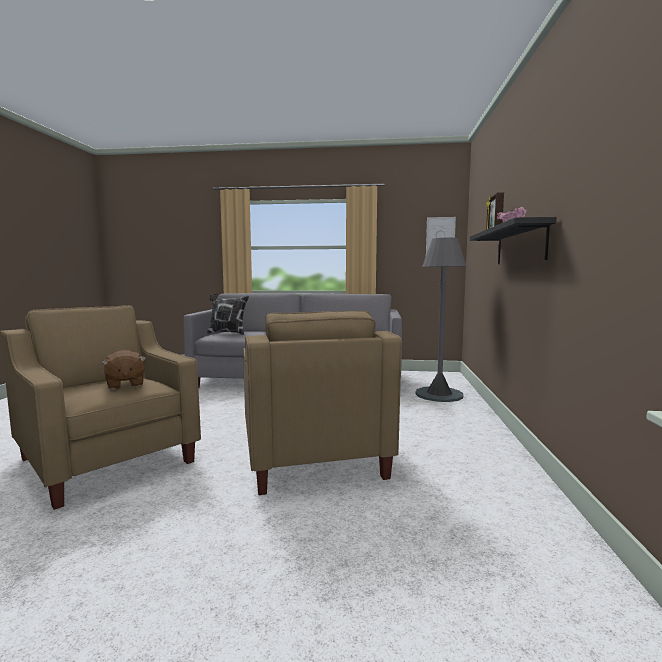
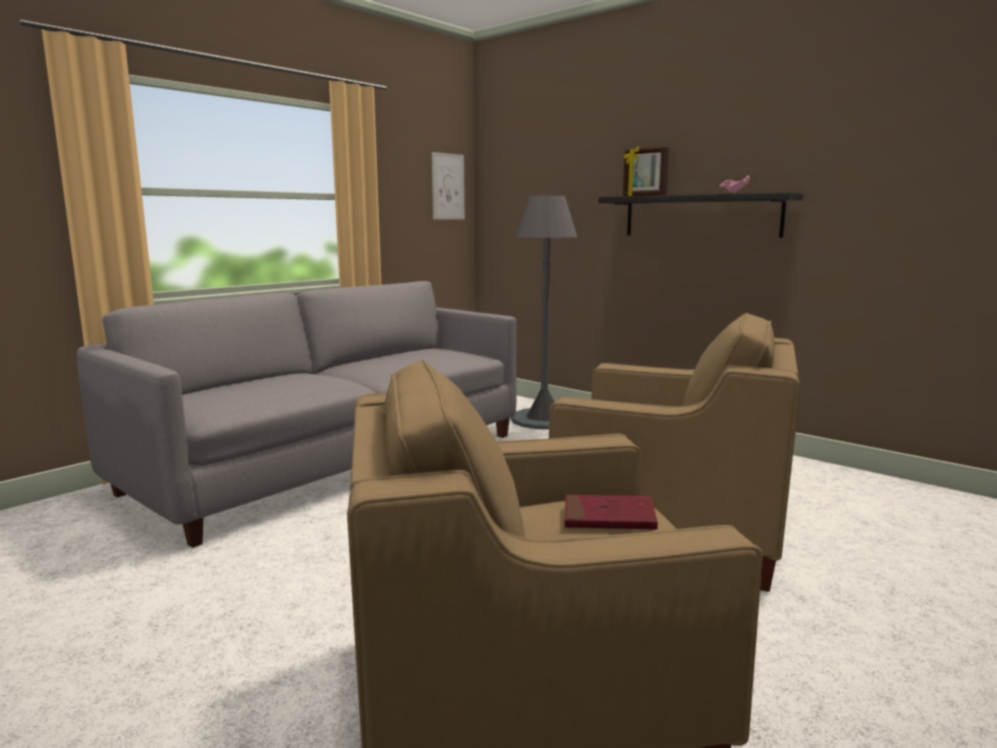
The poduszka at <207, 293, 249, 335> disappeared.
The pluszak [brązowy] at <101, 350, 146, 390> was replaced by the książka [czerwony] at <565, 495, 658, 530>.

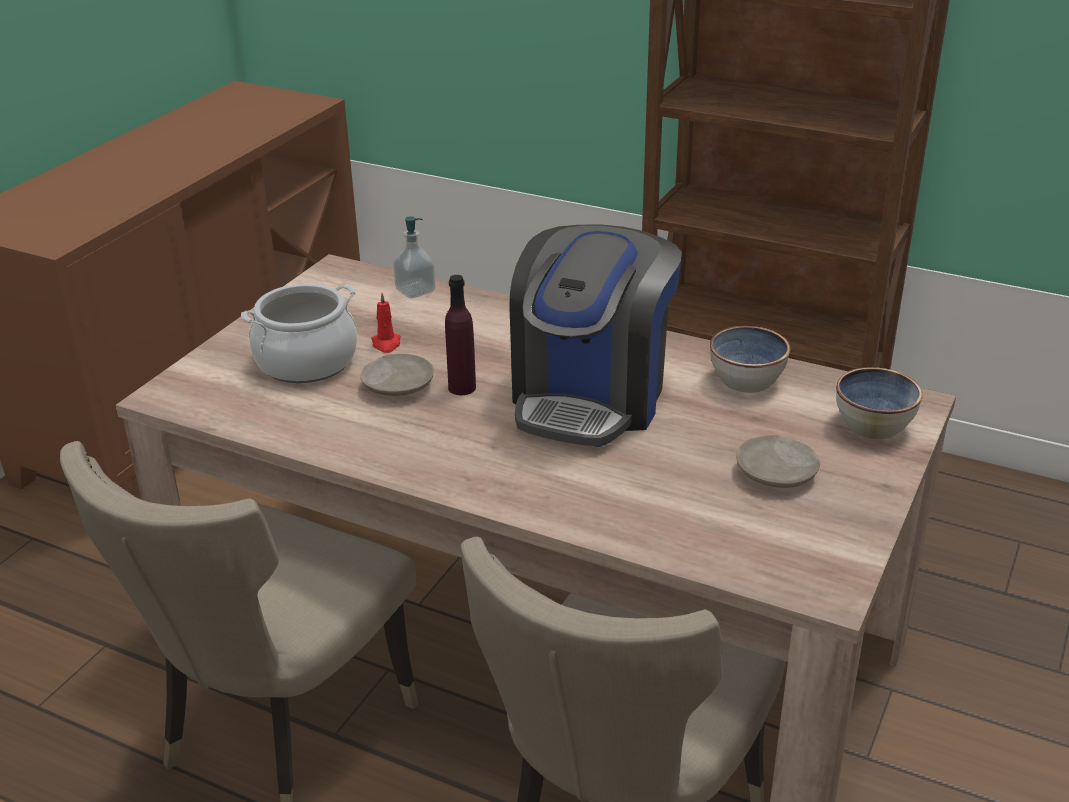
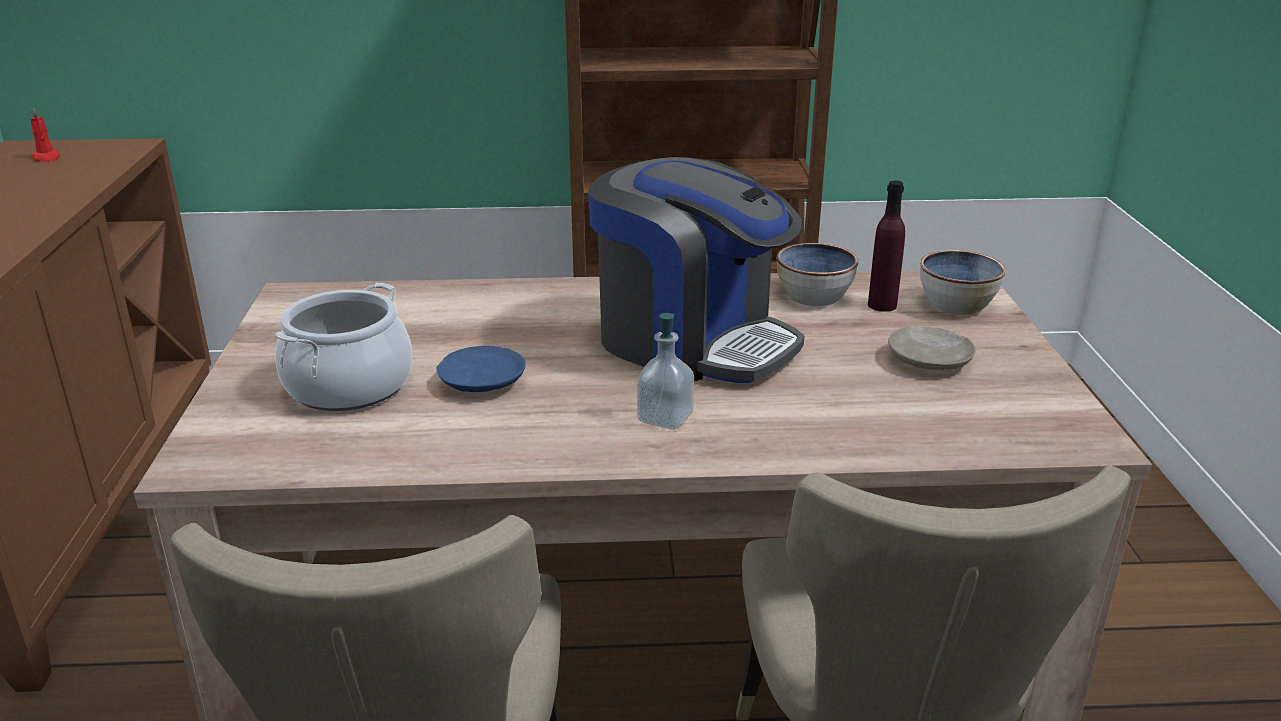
The świeca [czerwony] moved from <371, 293, 401, 353> to <30, 107, 60, 162>.
The dozownik mydła moved from <393, 216, 435, 298> to <637, 313, 694, 430>.
The butelka [fioletowy] moved from <445, 275, 476, 395> to <868, 180, 905, 312>.
The talerz [beżowy] at <360, 354, 434, 396> became the talerz [niebieski] at <436, 346, 526, 392>.
The ekspres do kawy at <509, 224, 682, 447> turned 45 degrees counterclockwise.

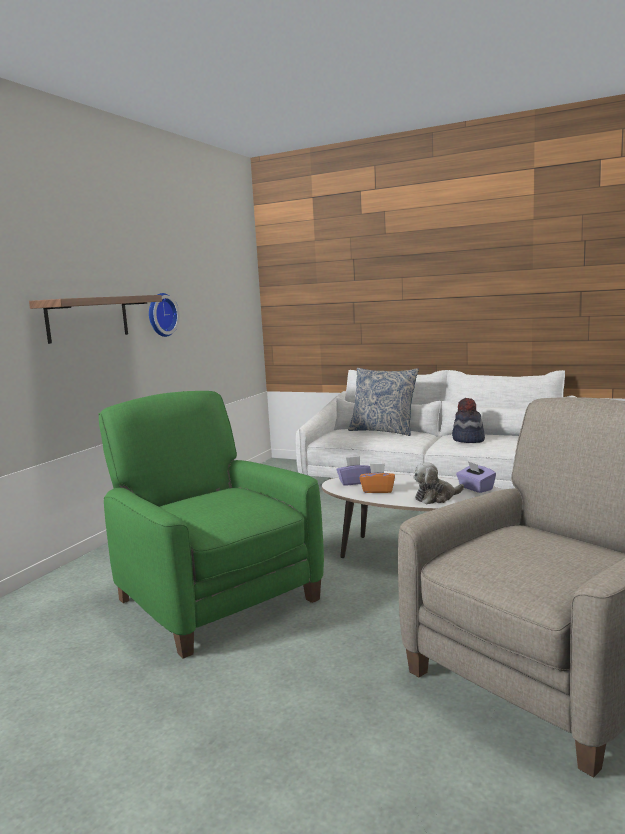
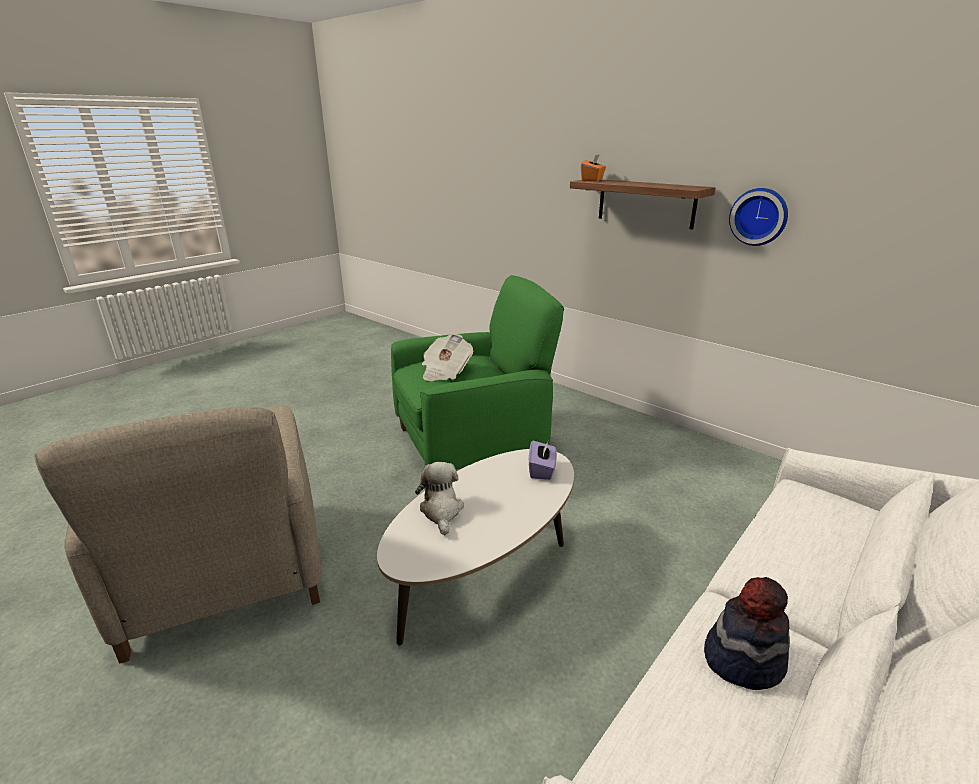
The poduszka at <348, 368, 419, 436> disappeared.
The pudełko chusteczek [fioletowy] at <456, 461, 496, 493> disappeared.
The gazeta at <422, 334, 473, 381> appeared.
The pudełko chusteczek [pomarańczowy] moved from <359, 464, 395, 493> to <581, 155, 606, 181>.

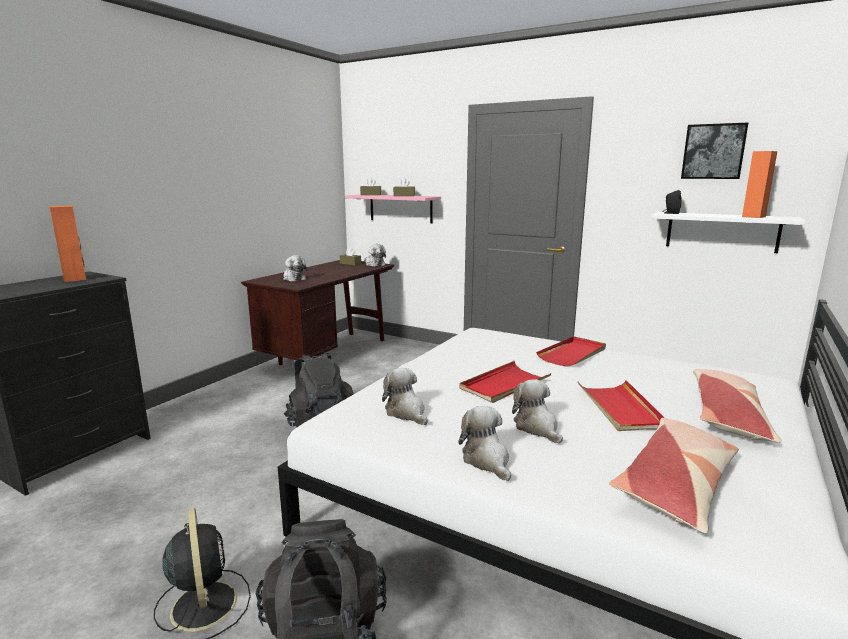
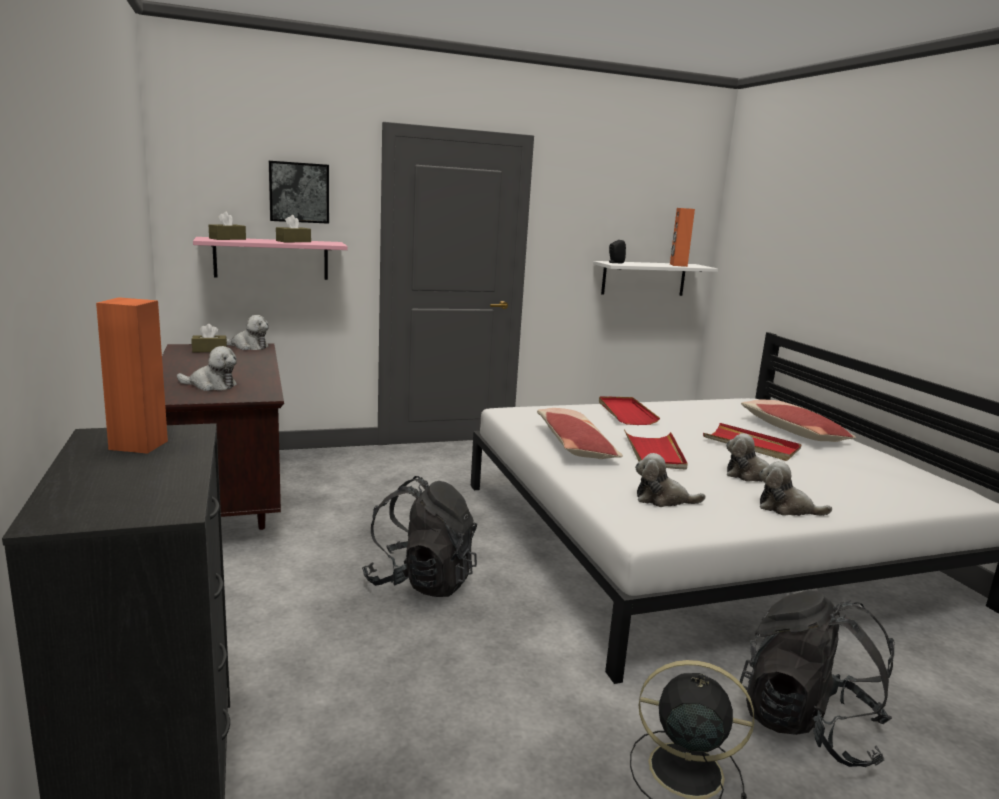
The poduszka moved from <609, 418, 739, 533> to <537, 408, 623, 459>.
The obraz moved from <681, 122, 749, 179> to <269, 161, 329, 224>.

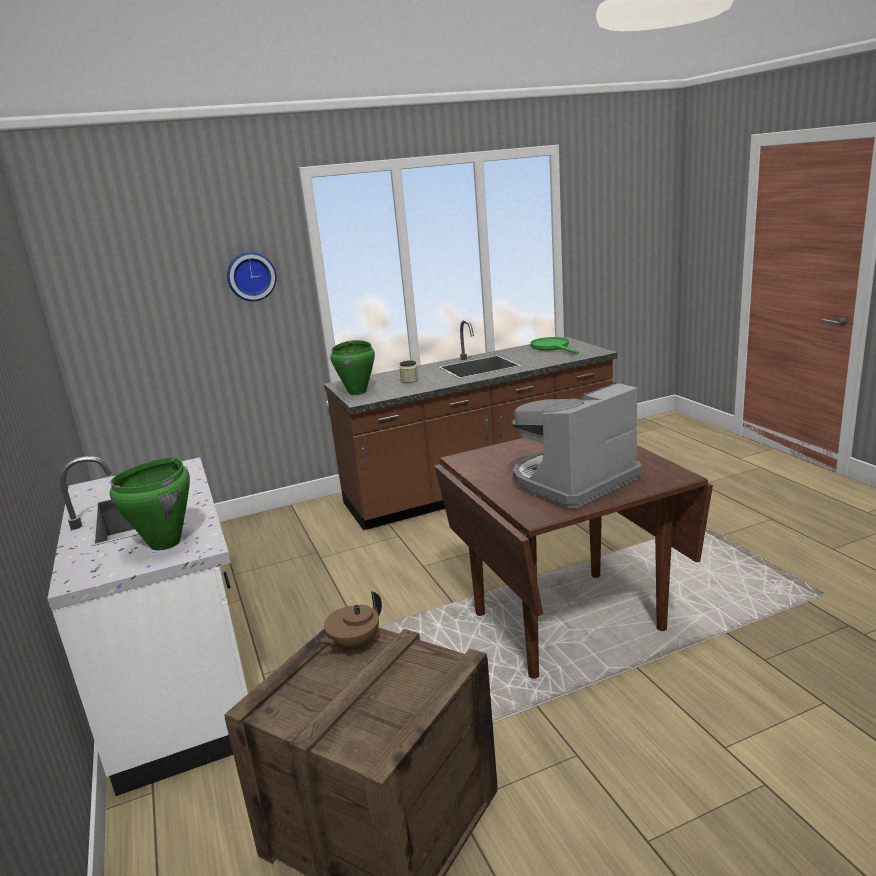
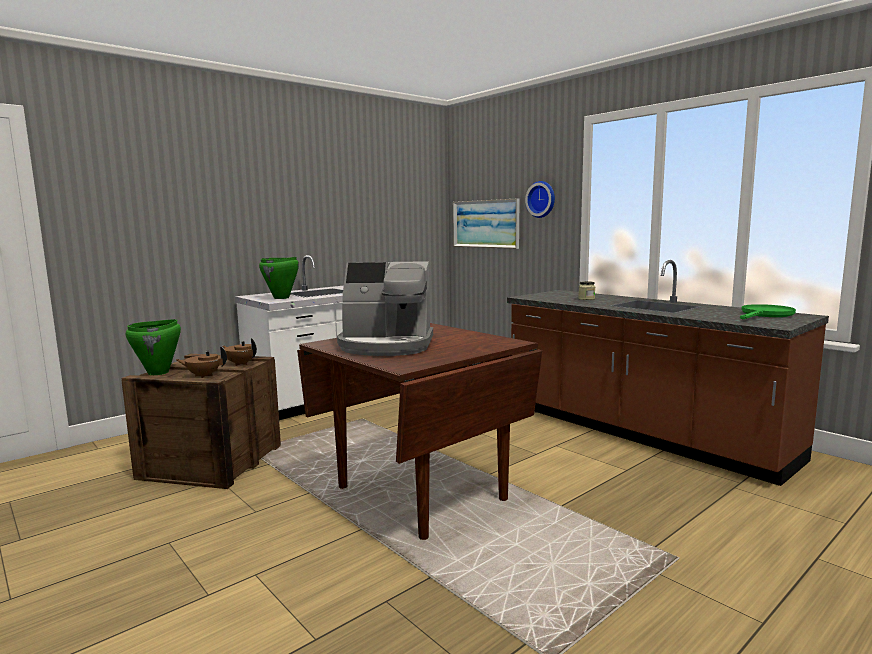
The imbryk [brązowy] at <176, 346, 227, 378> appeared.
The obraz at <453, 198, 519, 249> appeared.
The garnek [zielony] moved from <330, 340, 375, 395> to <126, 319, 181, 375>.
The ekspres do kawy at <512, 381, 642, 508> turned 150 degrees clockwise.

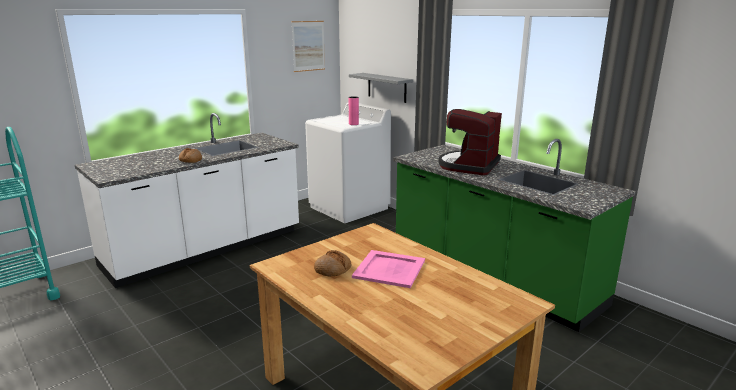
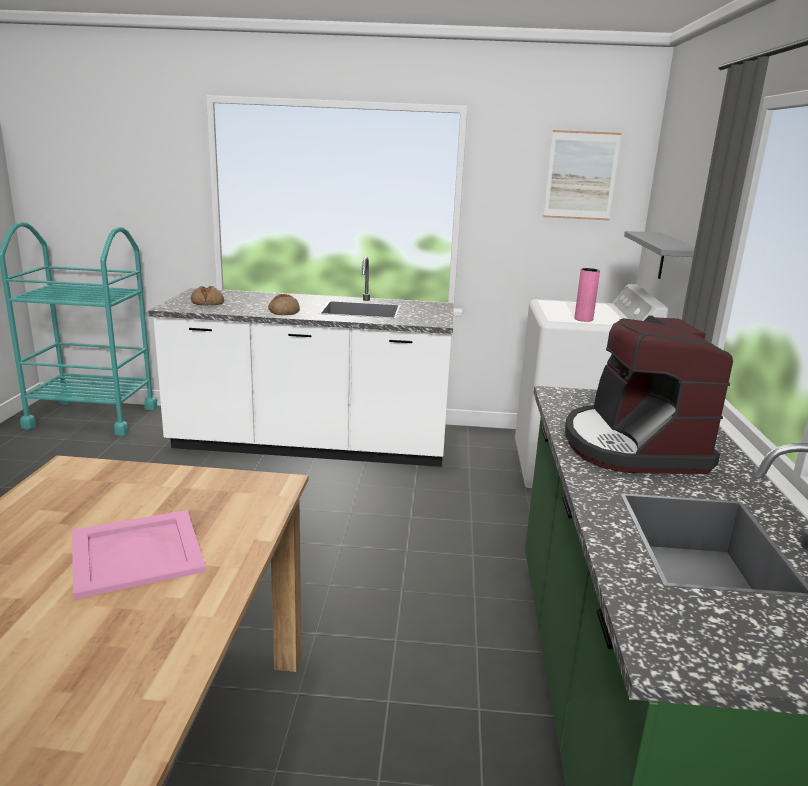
The chleb moved from <314, 250, 351, 276> to <191, 286, 224, 305>.
The ekspres do kawy at <438, 109, 502, 175> turned 75 degrees counterclockwise.

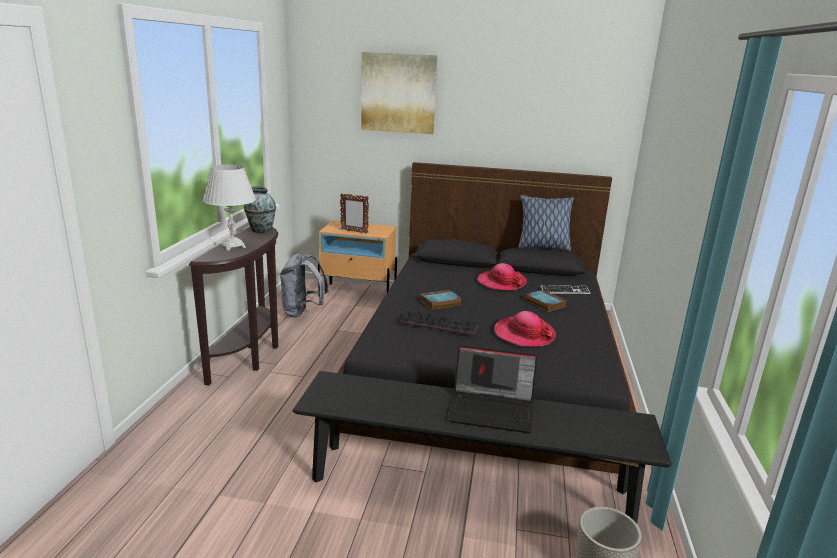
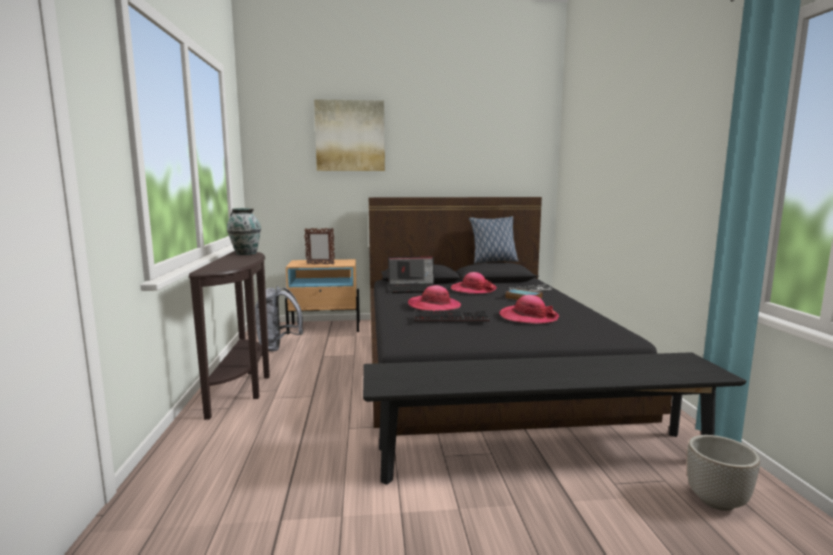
The lampa stołowa [biały] at <202, 165, 256, 251> disappeared.
The laptop moved from <448, 346, 538, 433> to <388, 256, 434, 293>.
The książka at <420, 290, 462, 310> was replaced by the kapelusz at <408, 285, 461, 311>.

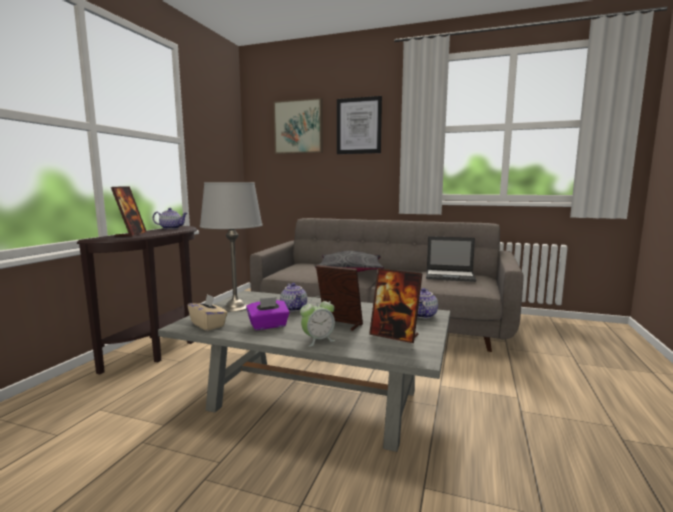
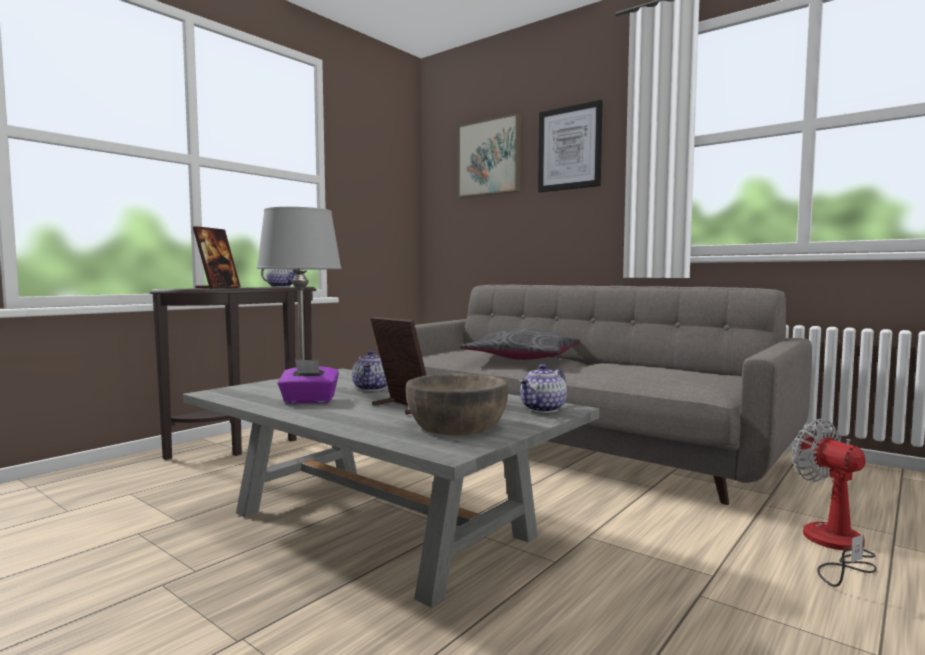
The pudełko chusteczek [beżowy] at <188, 294, 228, 331> disappeared.
The budzik at <300, 297, 336, 347> disappeared.
The laptop at <426, 236, 476, 282> disappeared.
The wentylator at <792, 419, 877, 587> appeared.
The ramka na zdjęcie at <369, 269, 422, 343> was replaced by the miska [brązowy] at <406, 373, 508, 435>.

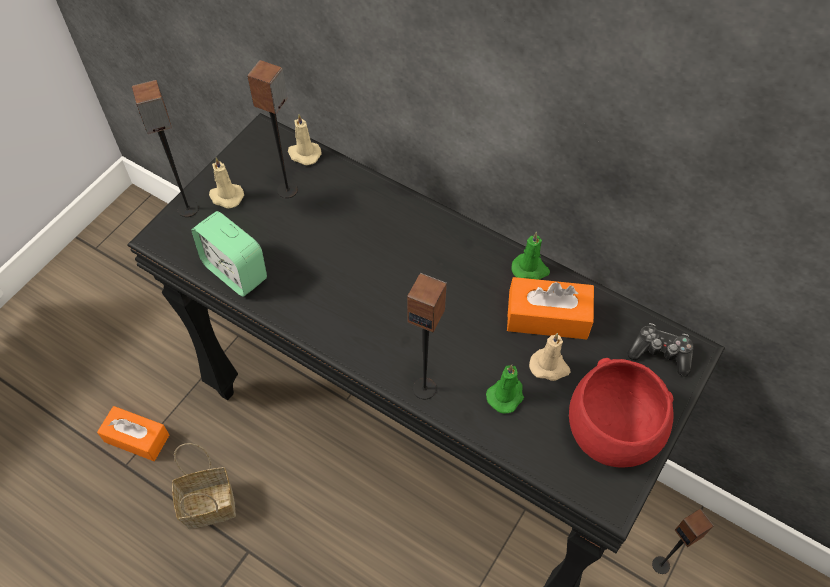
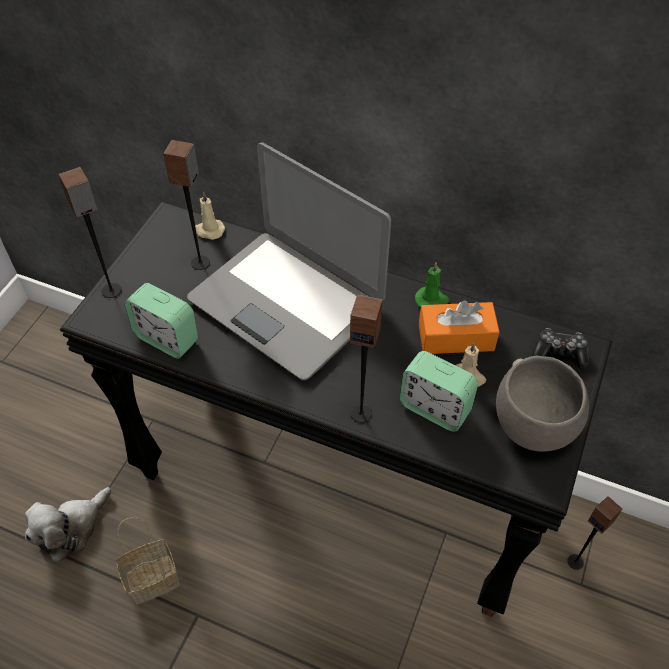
The świeca [beżowy] at <209, 158, 244, 209> disappeared.
The laptop at <187, 142, 391, 380> appeared.
The pudełko chusteczek [pomarańczowy] at <97, 406, 169, 461> was replaced by the pluszak at <25, 487, 112, 562>.
The świeca [zielony] at <486, 365, 524, 414> was replaced by the budzik at <399, 351, 478, 432>.
The miska [czerwony] at <569, 358, 674, 467> became the miska [szary] at <496, 356, 589, 452>.

